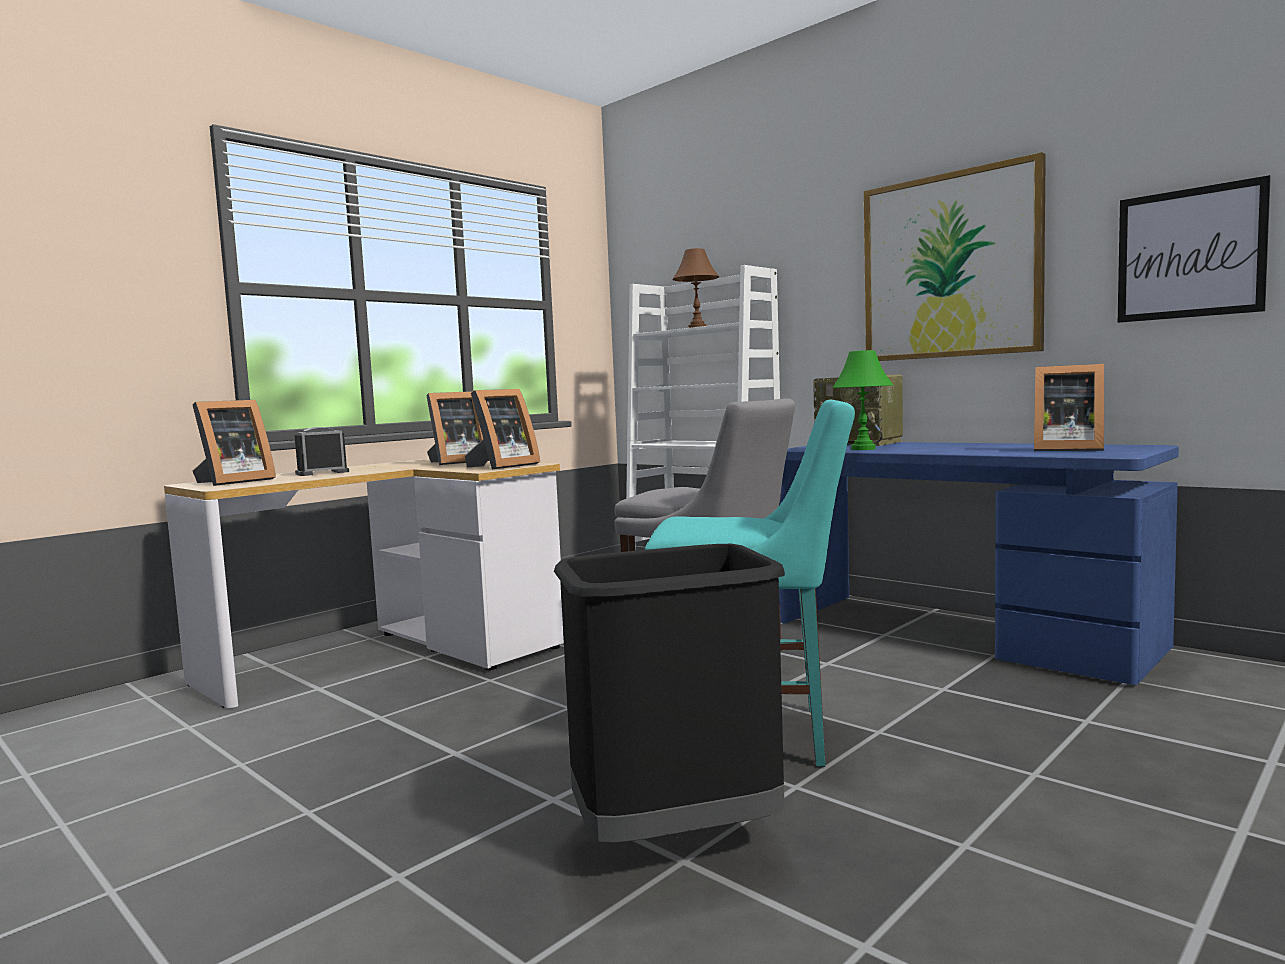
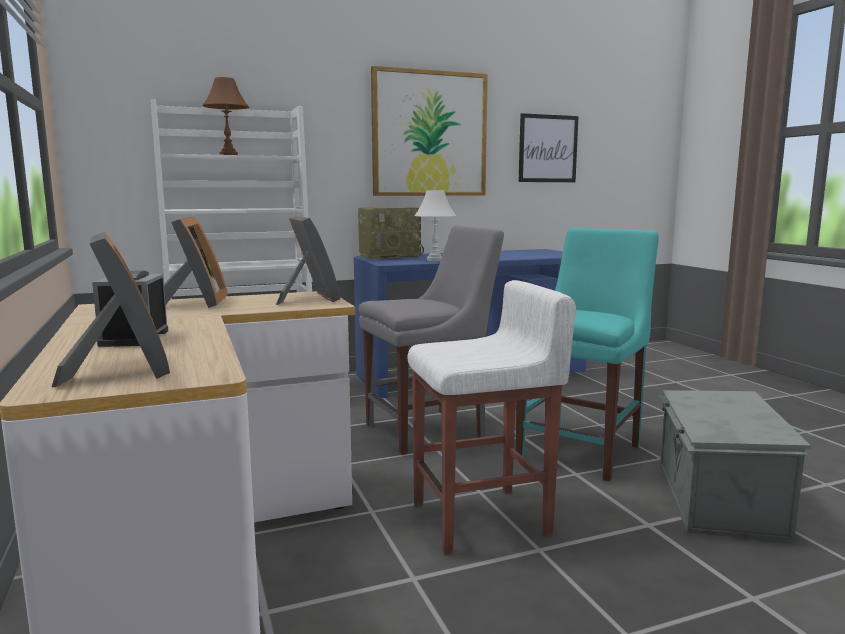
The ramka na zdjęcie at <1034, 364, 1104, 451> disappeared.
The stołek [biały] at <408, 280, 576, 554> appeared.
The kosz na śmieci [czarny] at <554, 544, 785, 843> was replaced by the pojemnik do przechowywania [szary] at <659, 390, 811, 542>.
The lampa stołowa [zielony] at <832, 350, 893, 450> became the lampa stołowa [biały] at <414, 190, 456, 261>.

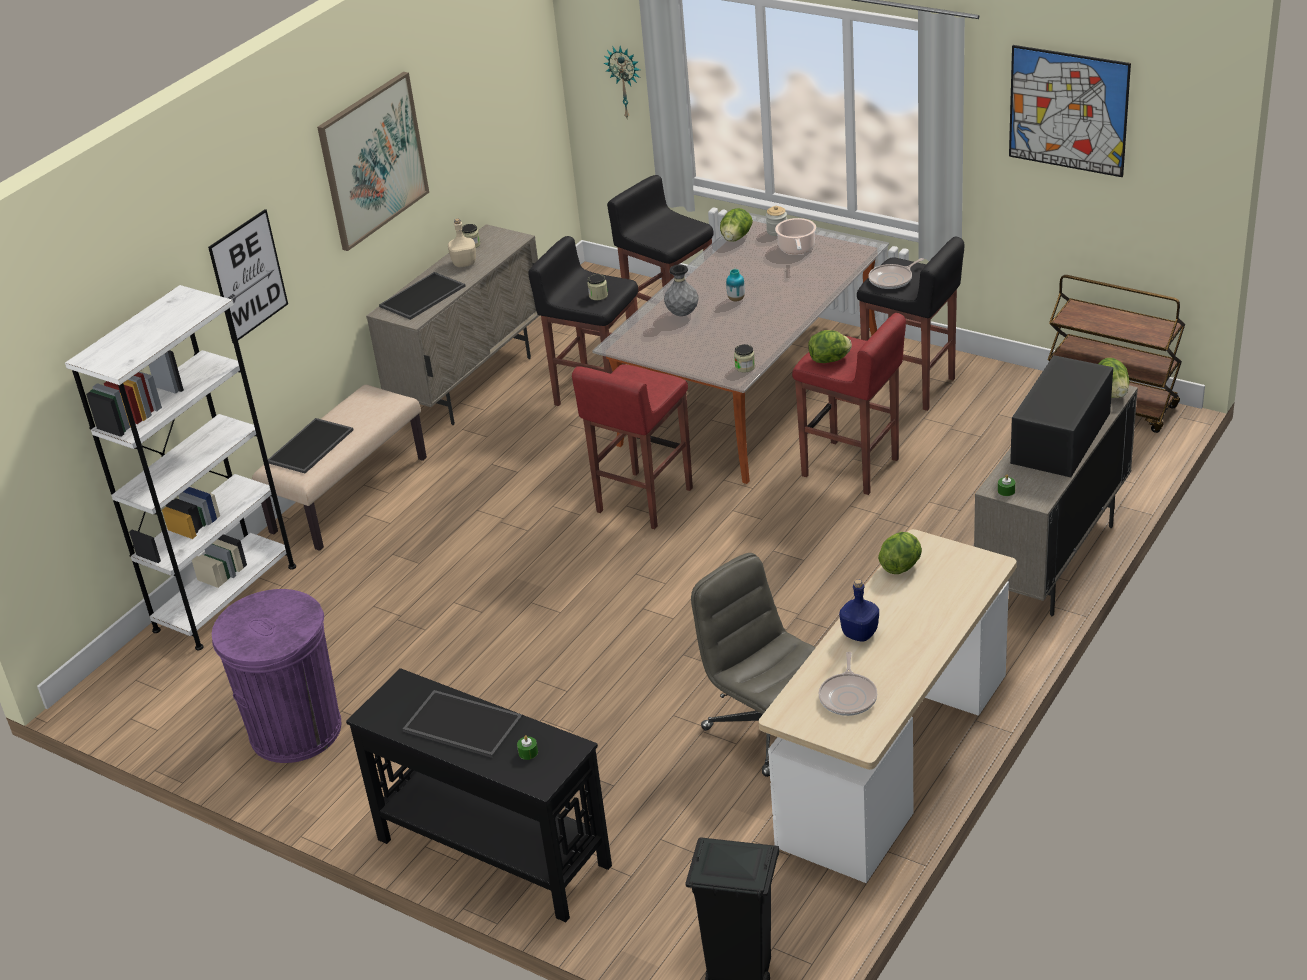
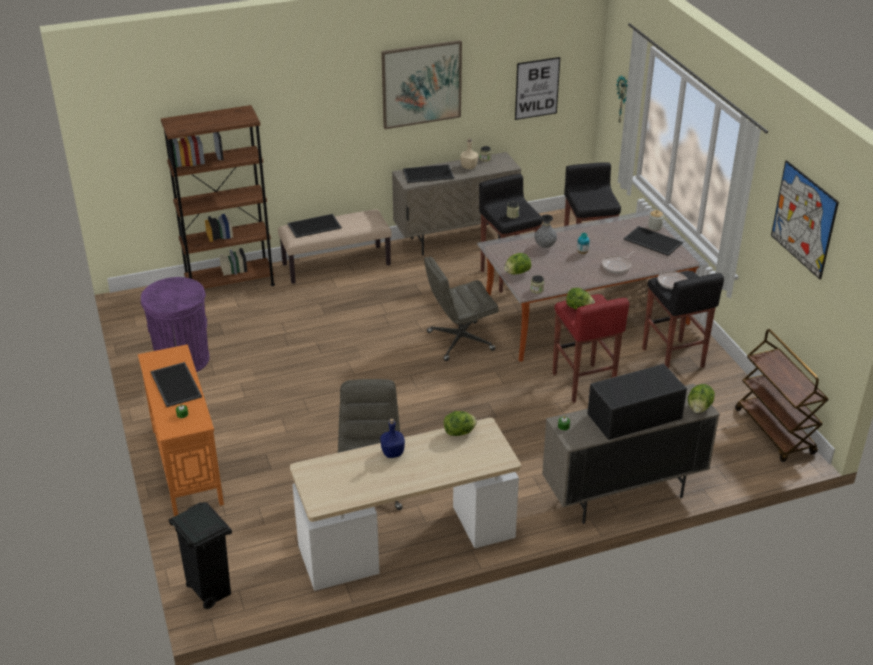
The obraz moved from <208, 209, 288, 343> to <515, 57, 560, 120>.
The sałata moved from <720, 208, 753, 242> to <504, 253, 531, 274>.
The patelnia moved from <819, 652, 877, 716> to <602, 251, 635, 273>.
The stołek [czerwony] at <572, 364, 693, 529> was replaced by the krzesło biurowe [szary] at <424, 257, 498, 361>.
The garnek at <775, 218, 816, 254> was replaced by the taca at <624, 226, 683, 256>.
The regał [biały] at <65, 285, 296, 650> became the regał [brązowy] at <161, 105, 275, 289>.
The stolik konsolowy [czarny] at <346, 668, 612, 922> became the stolik konsolowy [pomarańczowy] at <138, 344, 224, 517>.

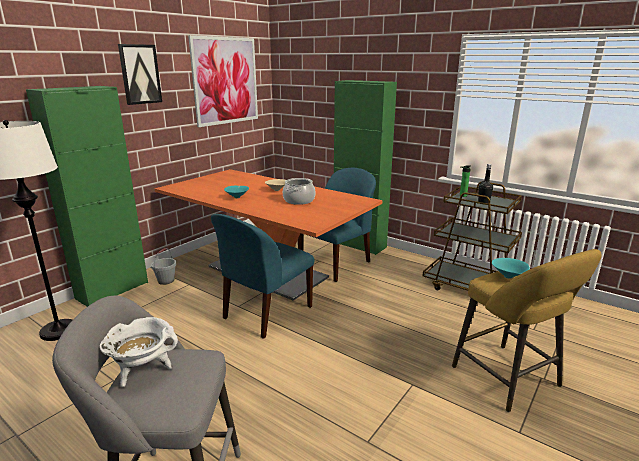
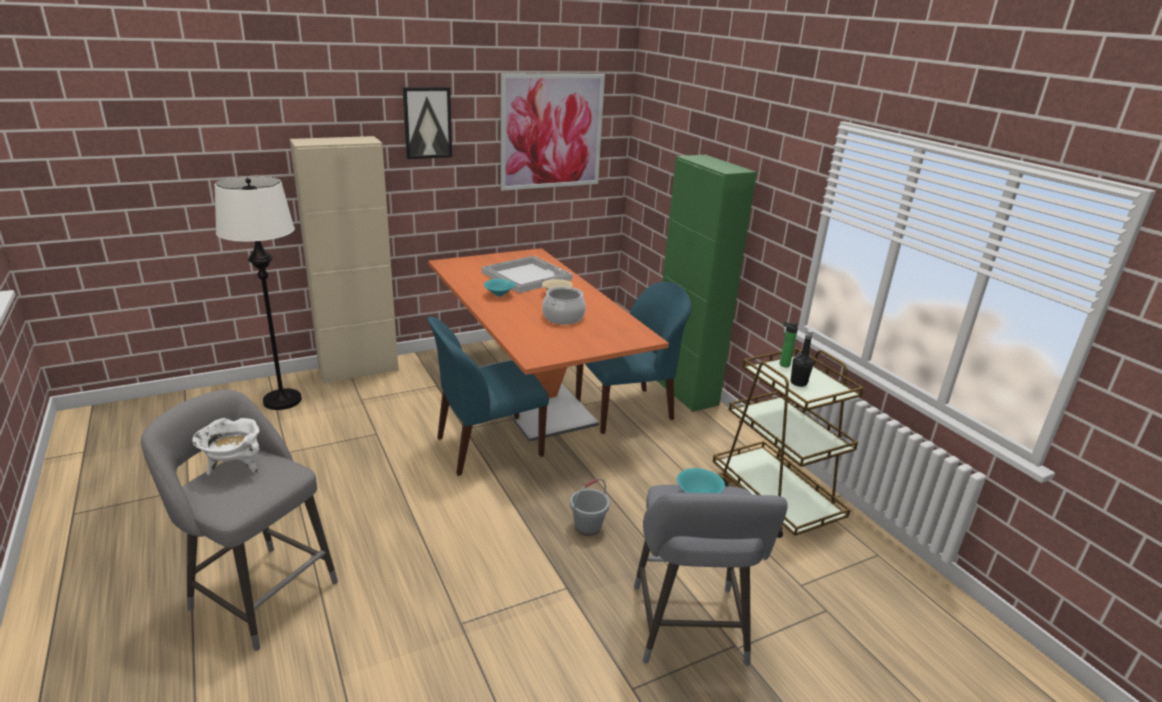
The taca [biały] at <482, 256, 572, 293> appeared.
The wiadro [szary] moved from <151, 248, 176, 285> to <570, 478, 610, 536>.
The szafka [zielony] at <26, 86, 148, 307> became the szafka [beżowy] at <290, 136, 399, 384>.
The stołek [żółty] at <452, 249, 602, 412> became the stołek [szary] at <634, 485, 788, 666>.

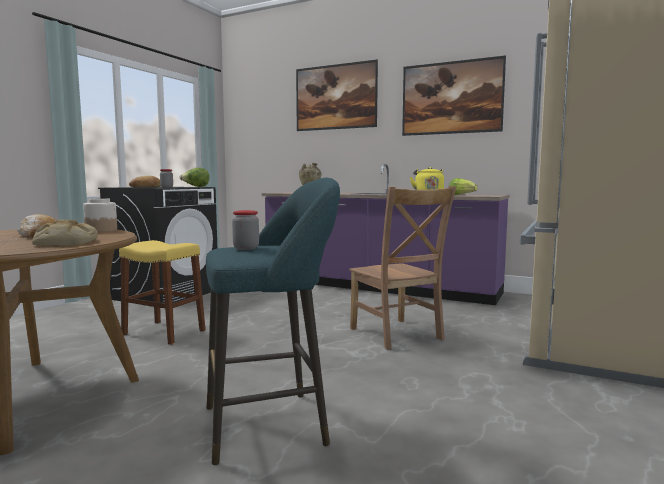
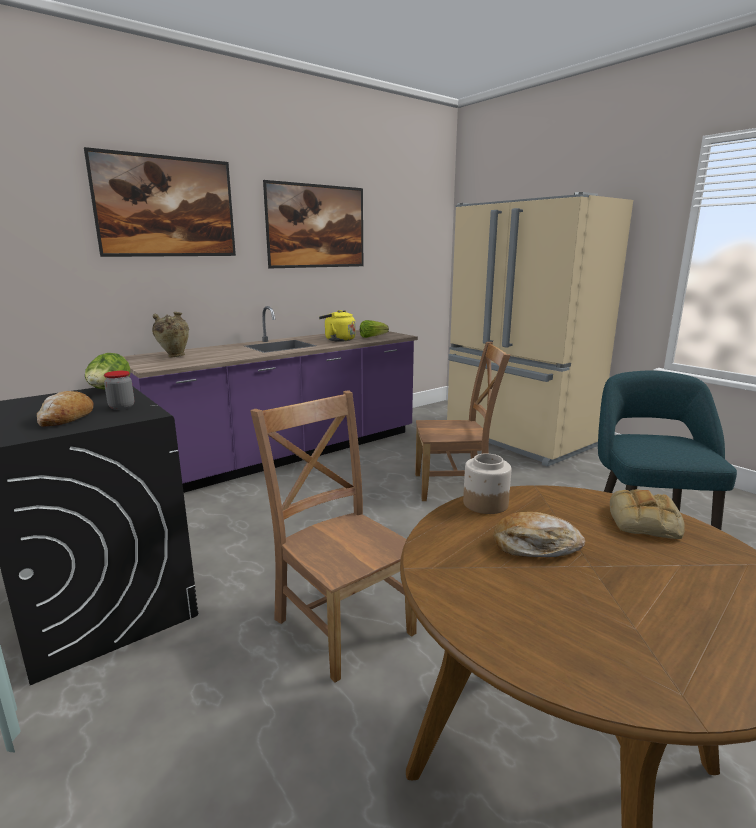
The słoik at <232, 210, 259, 250> disappeared.
The stołek [żółty] at <119, 240, 205, 345> was replaced by the krzesło [brązowy] at <250, 390, 417, 683>.

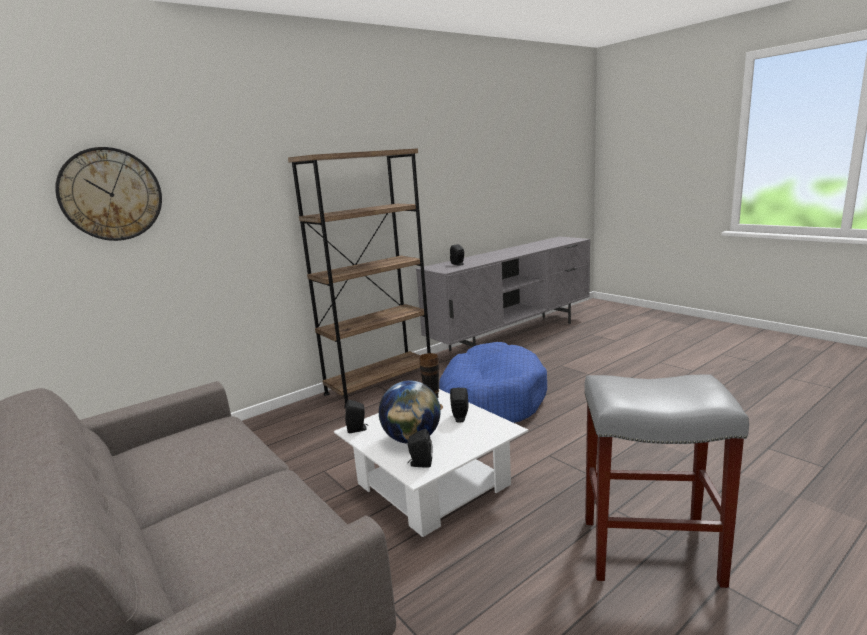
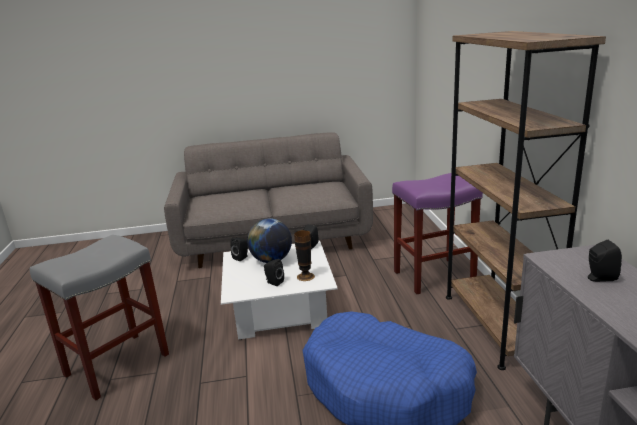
The zegar ścienny at <55, 147, 162, 241> disappeared.
The stołek [fioletowy] at <392, 173, 483, 294> appeared.

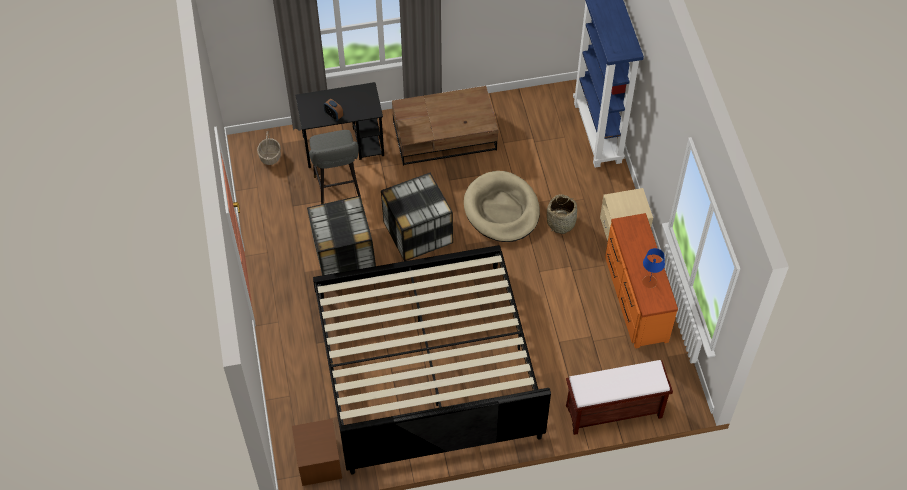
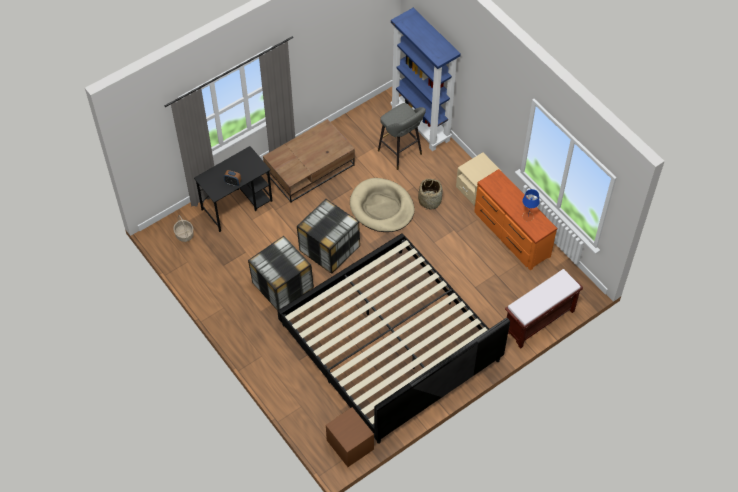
The stołek [szary] moved from <309, 130, 361, 204> to <378, 103, 426, 170>.

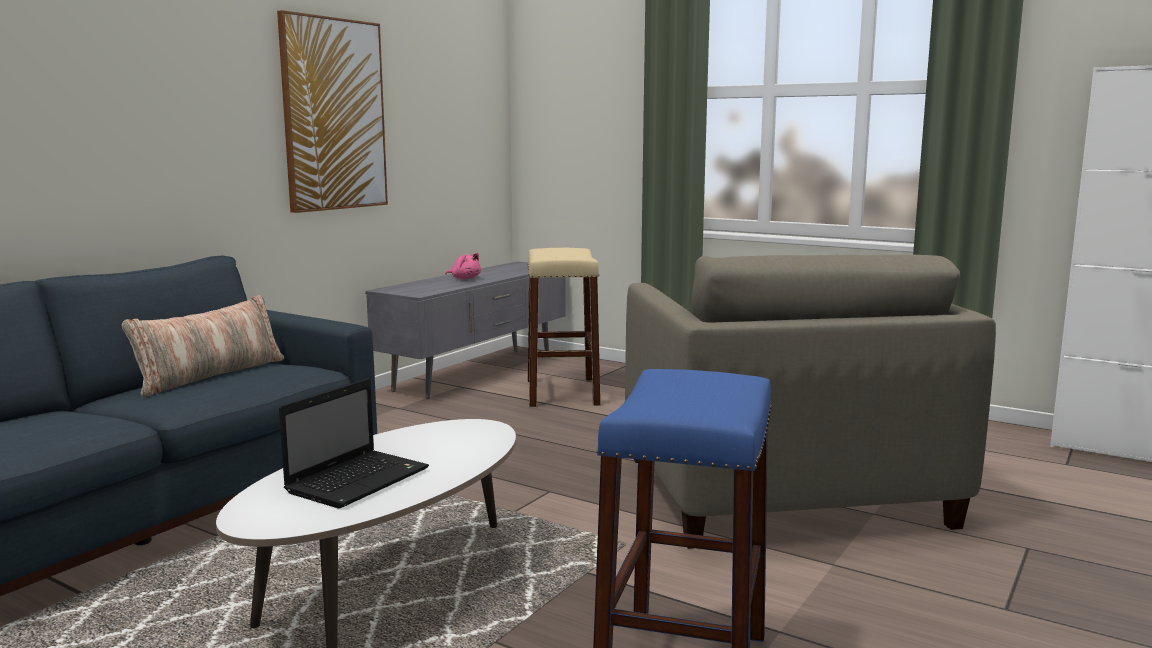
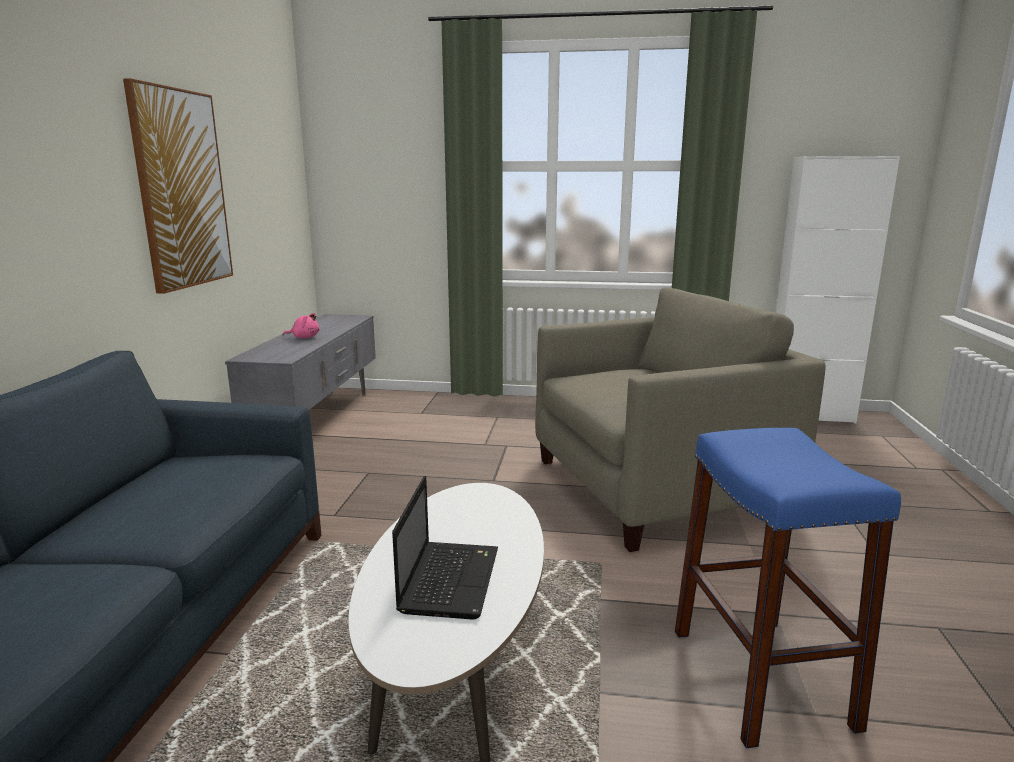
The poduszka at <122, 295, 284, 397> disappeared.
The stołek [beżowy] at <527, 248, 601, 407> disappeared.
The fotel [beżowy] at <625, 254, 996, 549> turned 75 degrees counterclockwise.

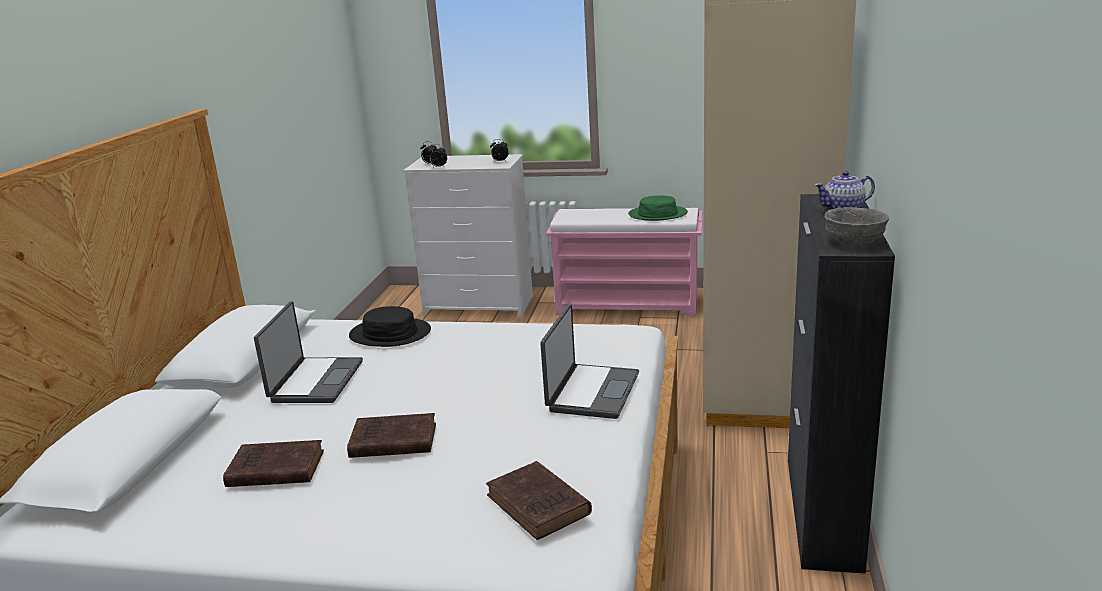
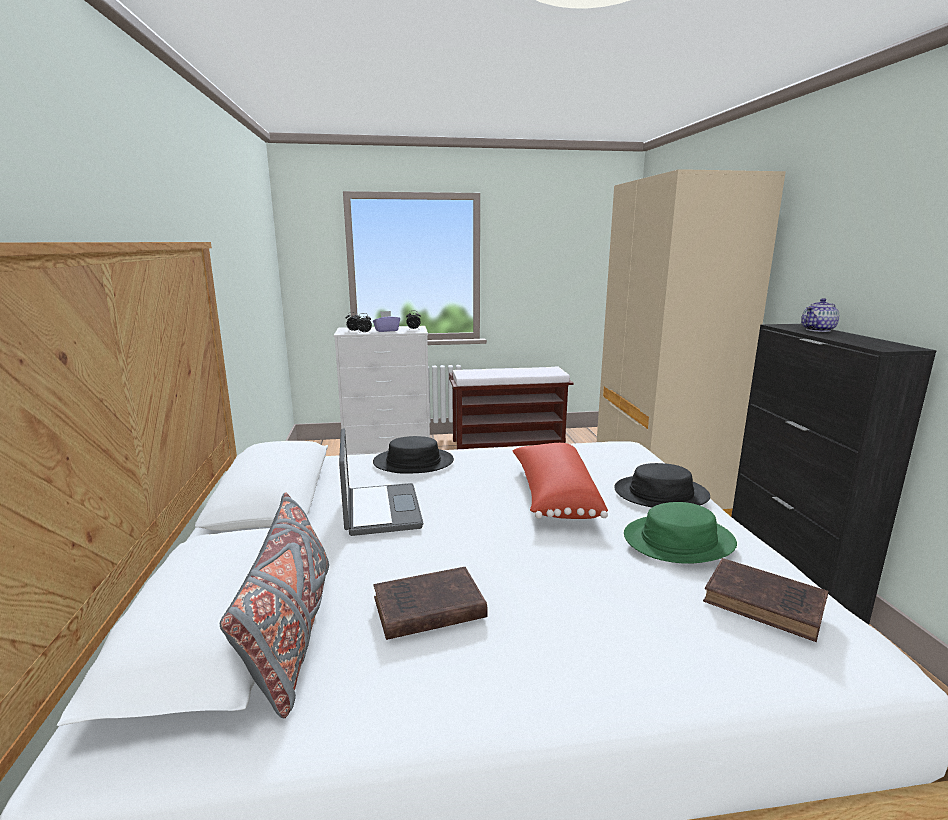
The książka [brązowy] at <347, 413, 436, 458> disappeared.
The miska [szary] at <825, 207, 889, 245> disappeared.
The poduszka [szary] at <220, 492, 329, 719> appeared.
The pudełko chusteczek [fioletowy] at <373, 311, 400, 332> appeared.
The poduszka [czerwony] at <513, 443, 608, 519> appeared.
The kapelusz [zielony] moved from <628, 196, 688, 221> to <624, 502, 737, 564>.
The laptop at <540, 304, 639, 419> was replaced by the kapelusz [czarny] at <614, 463, 710, 507>.
The ławka [różowy] at <546, 208, 703, 317> became the ławka [brązowy] at <449, 366, 573, 449>.

